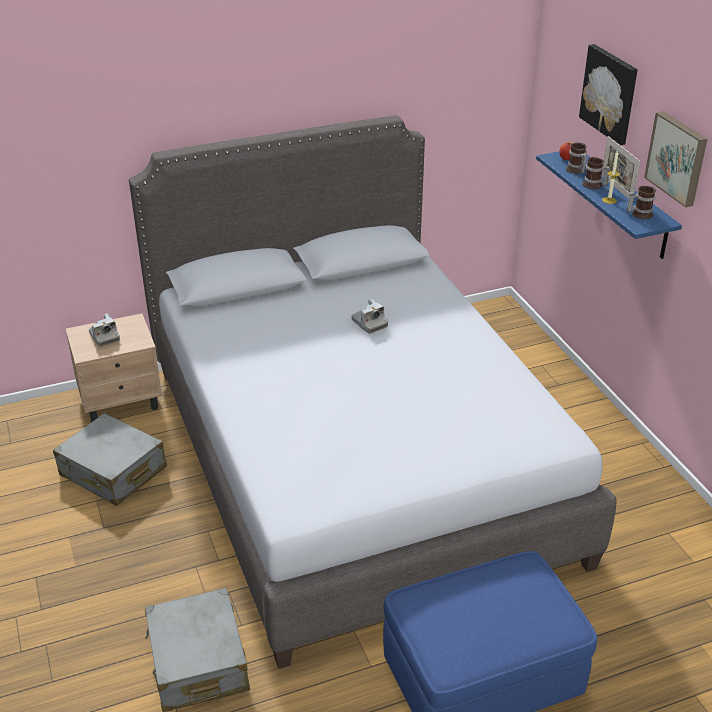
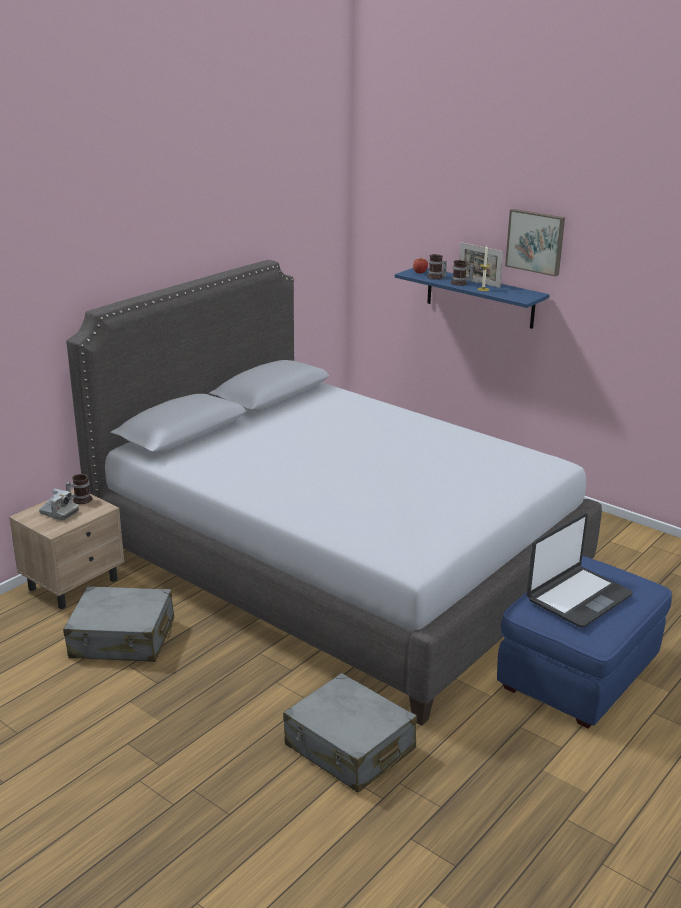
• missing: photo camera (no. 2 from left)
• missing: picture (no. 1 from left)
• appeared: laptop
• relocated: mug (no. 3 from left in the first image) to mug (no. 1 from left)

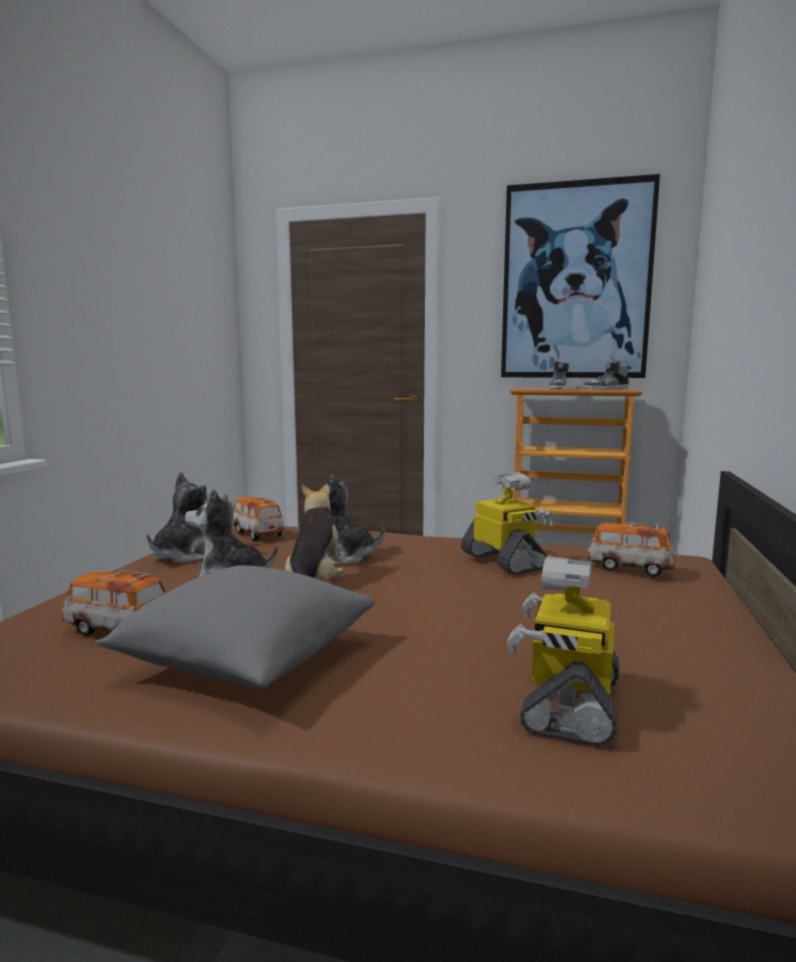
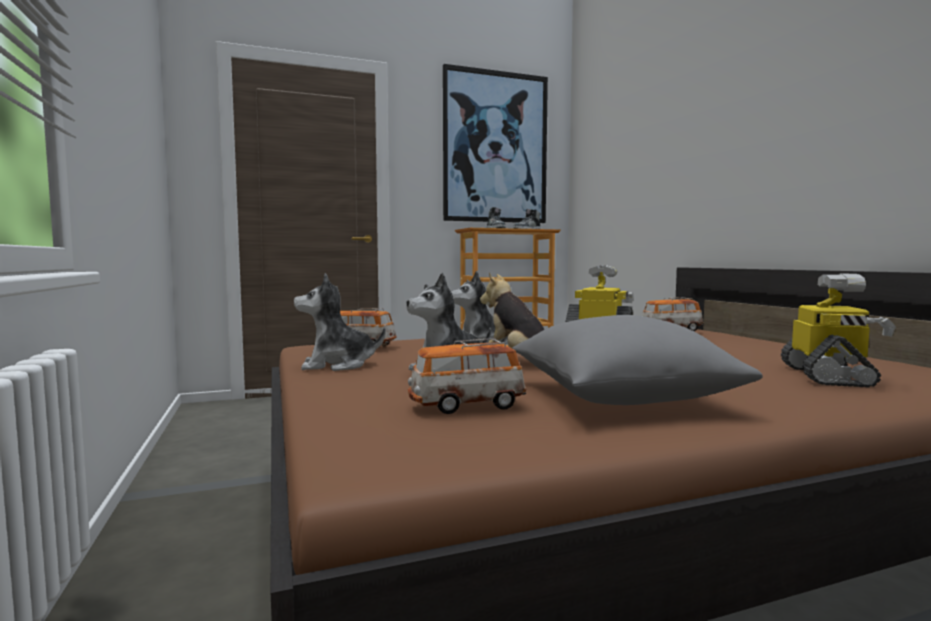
• spun: plush toy (no. 1 from left) 90 degrees counterclockwise
• spun: toy robot (no. 2 from left) 150 degrees counterclockwise

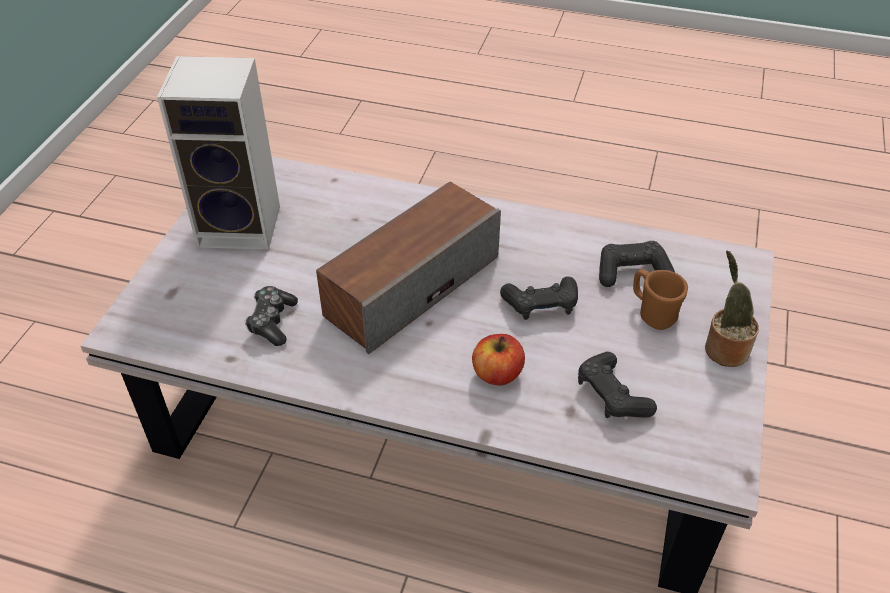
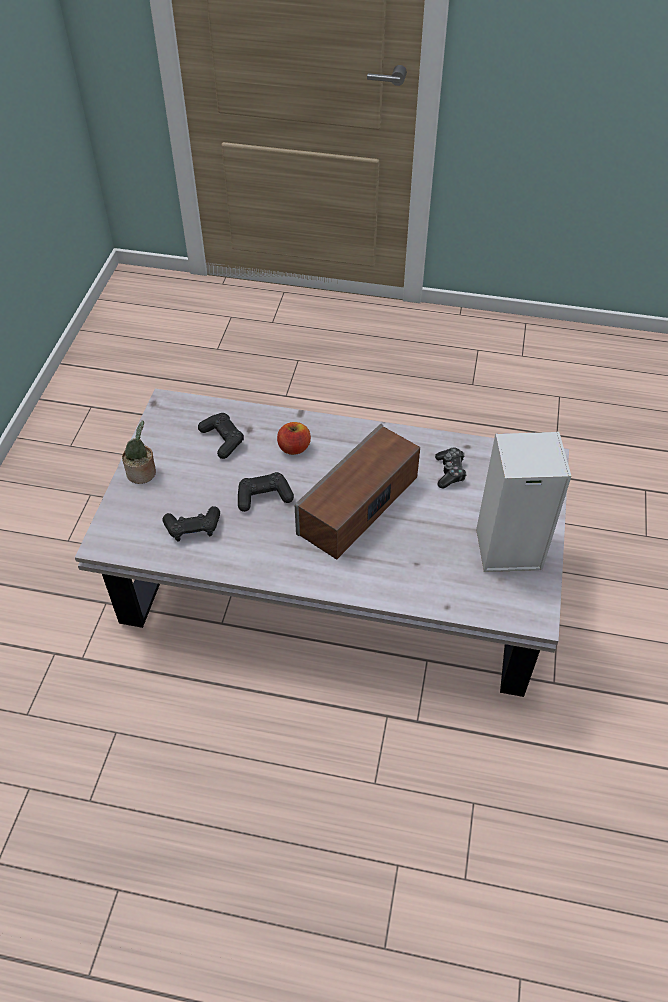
• missing: brown mug

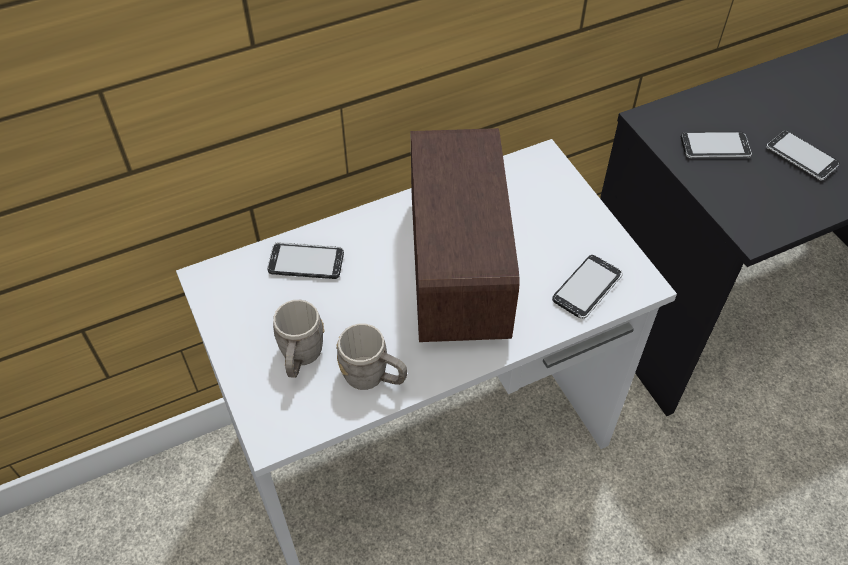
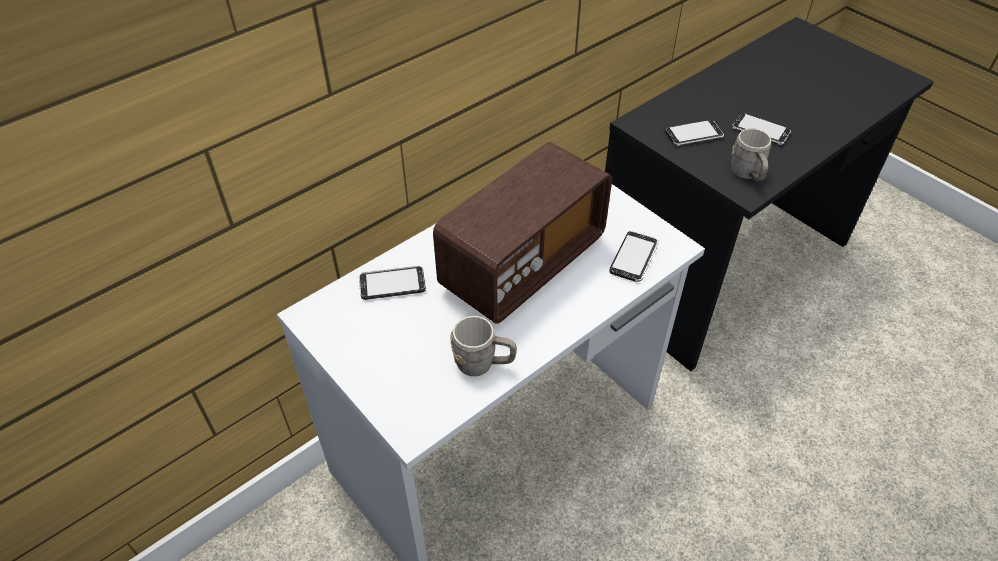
• relocated: grey mug (no. 1 from left in the first image) to grey mug (no. 2 from left)
• spun: radio 60 degrees clockwise

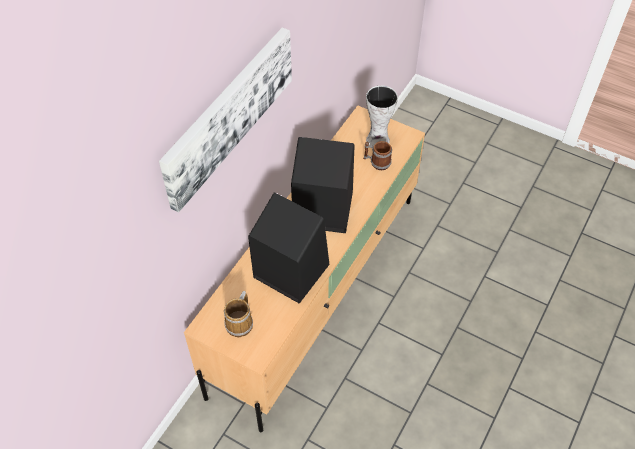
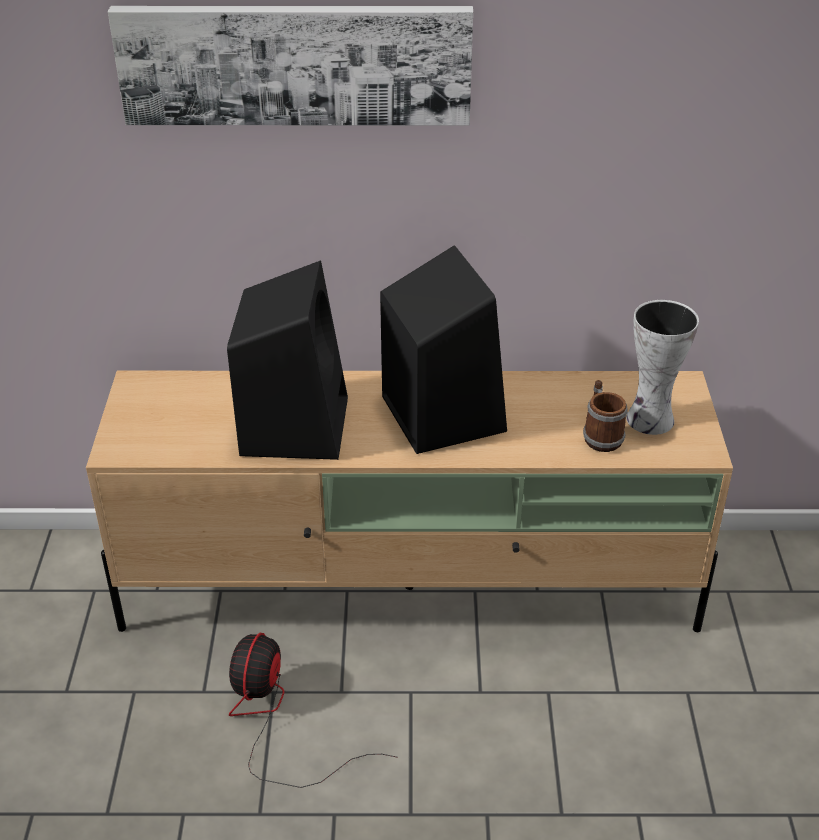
• missing: mug (no. 1 from left)
• appeared: fan

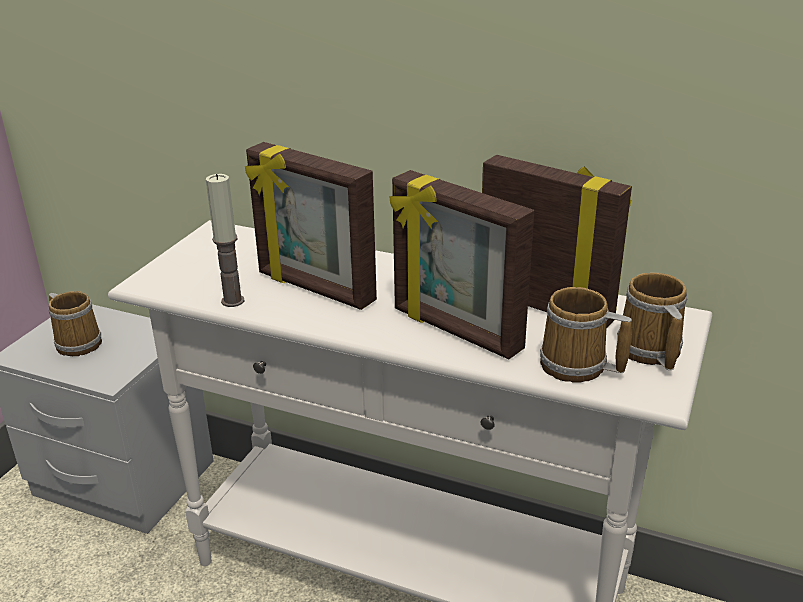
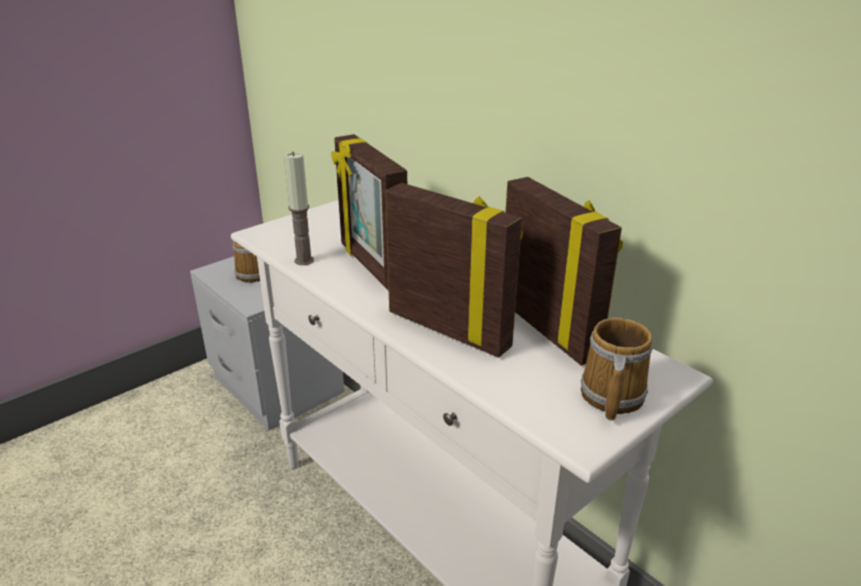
• missing: mug (no. 2 from left)
• spun: picture frame (no. 2 from left) 150 degrees clockwise

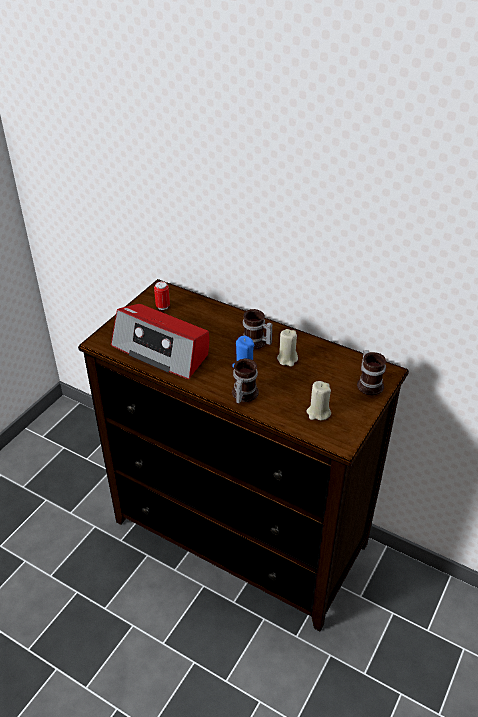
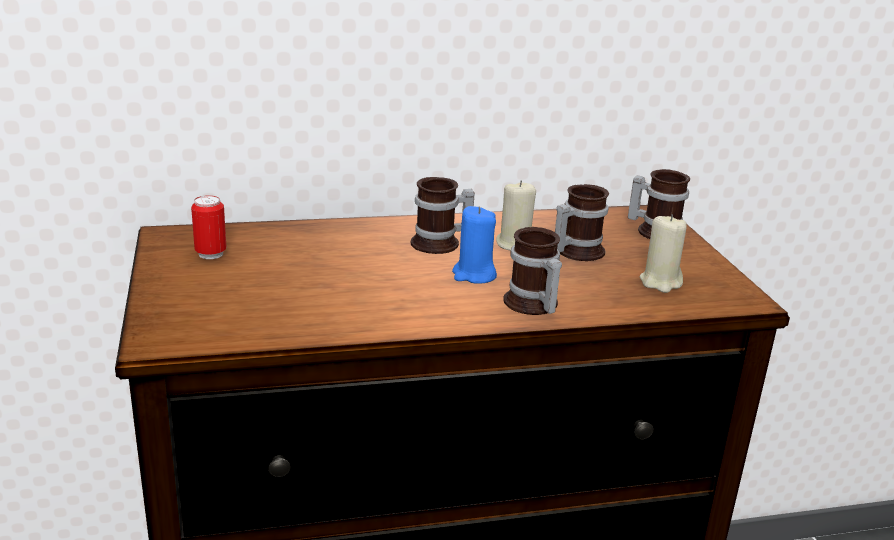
• missing: radio
• appeared: mug (no. 3 from left)

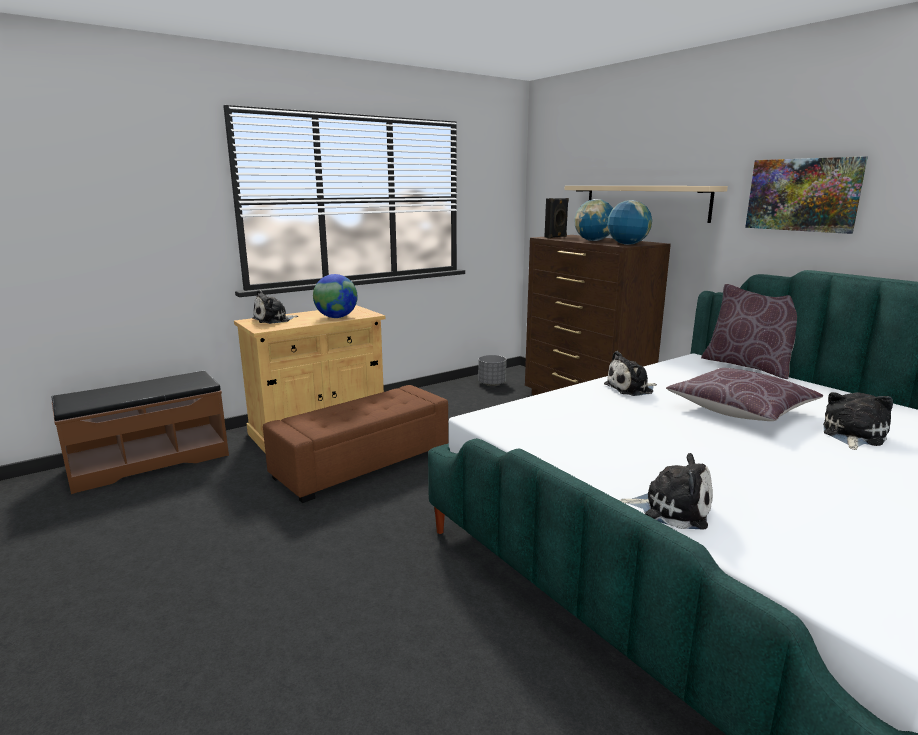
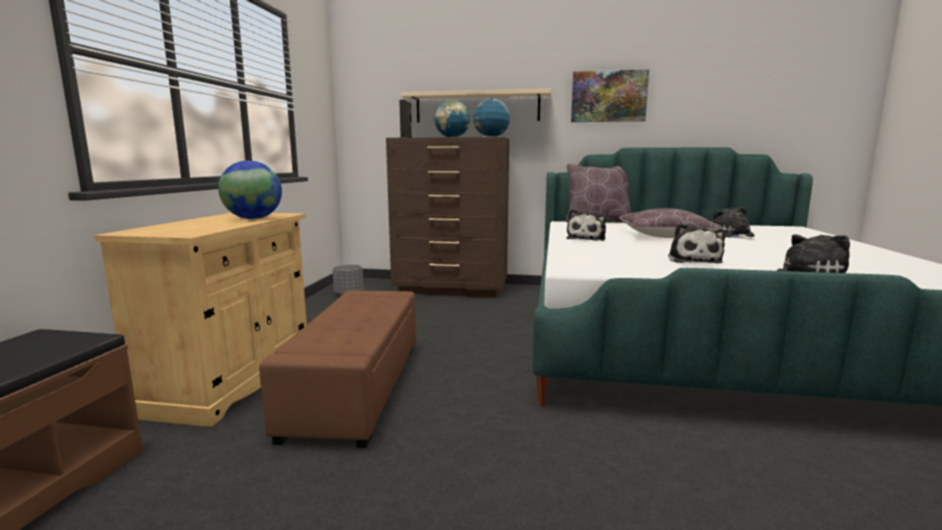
• relocated: plush toy (no. 1 from left in the first image) to plush toy (no. 2 from left)

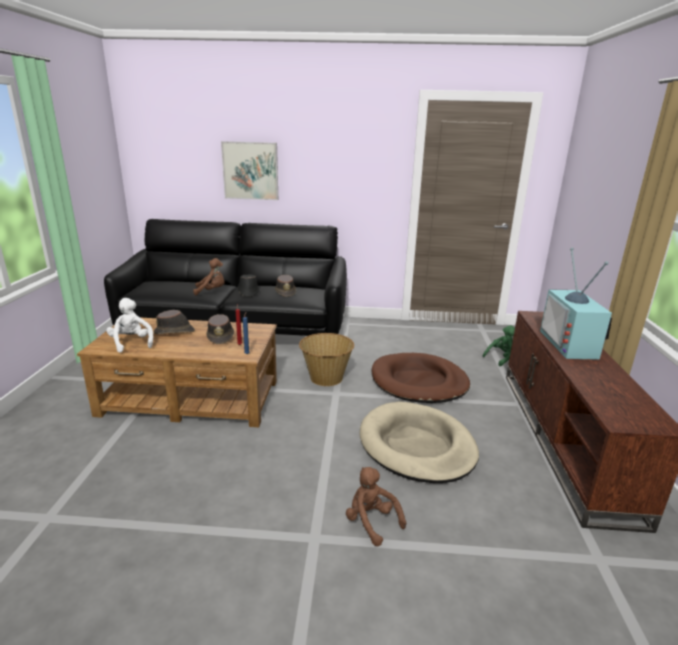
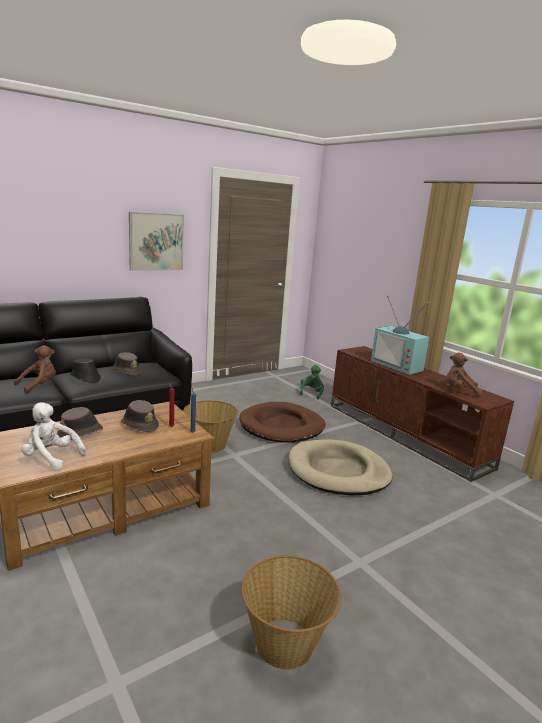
• appeared: basket (no. 2 from left)
• relocated: picture
• relocated: brown plush toy (no. 2 from left)

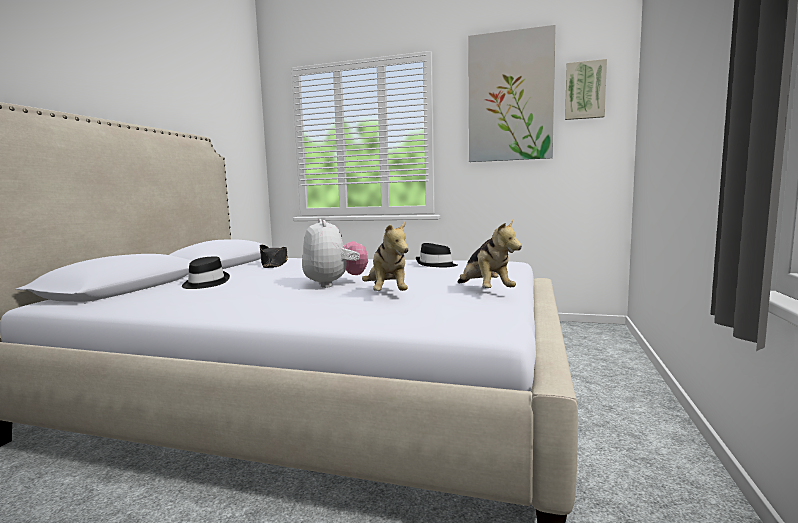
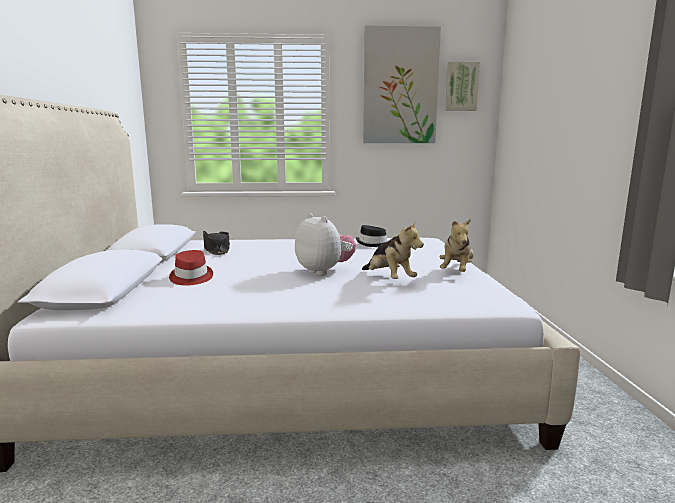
• colour: black hat (no. 1 from left) to red hat
• spun: plush toy (no. 3 from left) 60 degrees clockwise

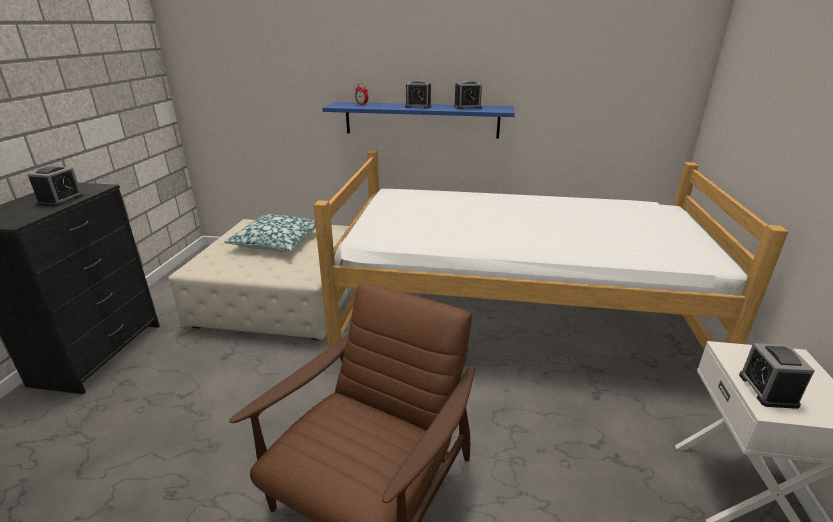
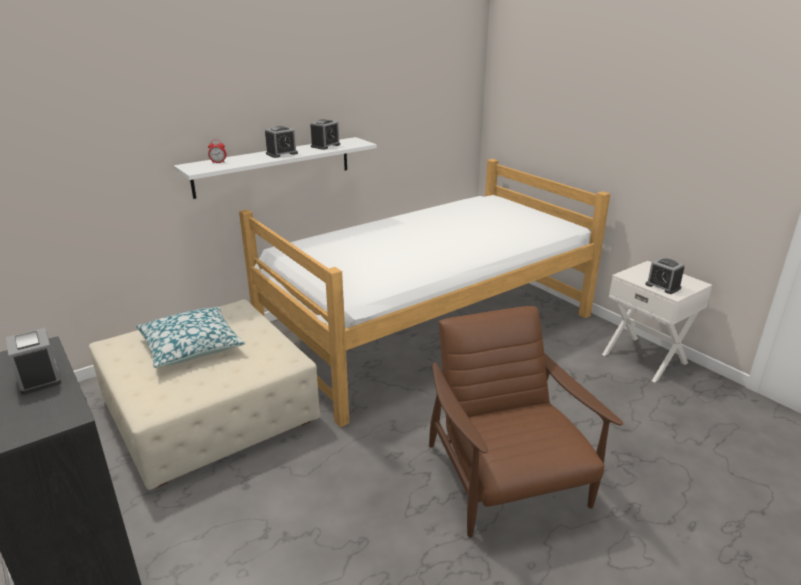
• colour: blue shelf to white shelf

